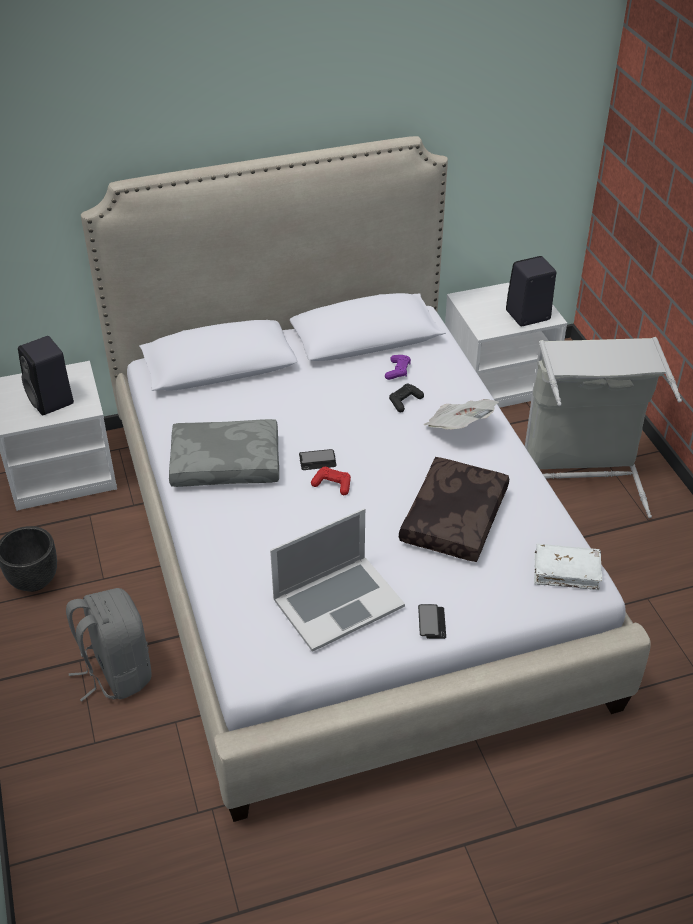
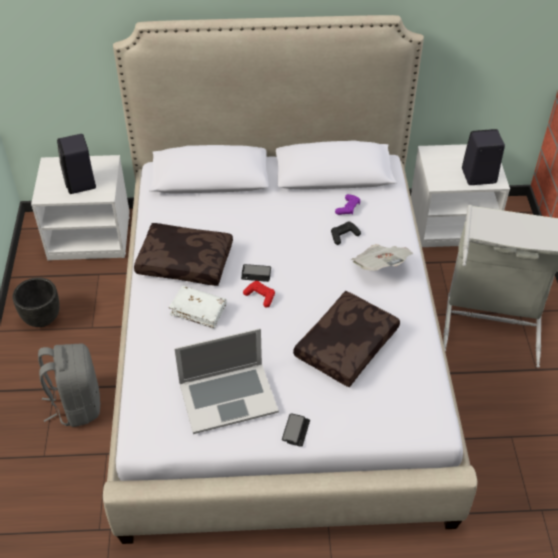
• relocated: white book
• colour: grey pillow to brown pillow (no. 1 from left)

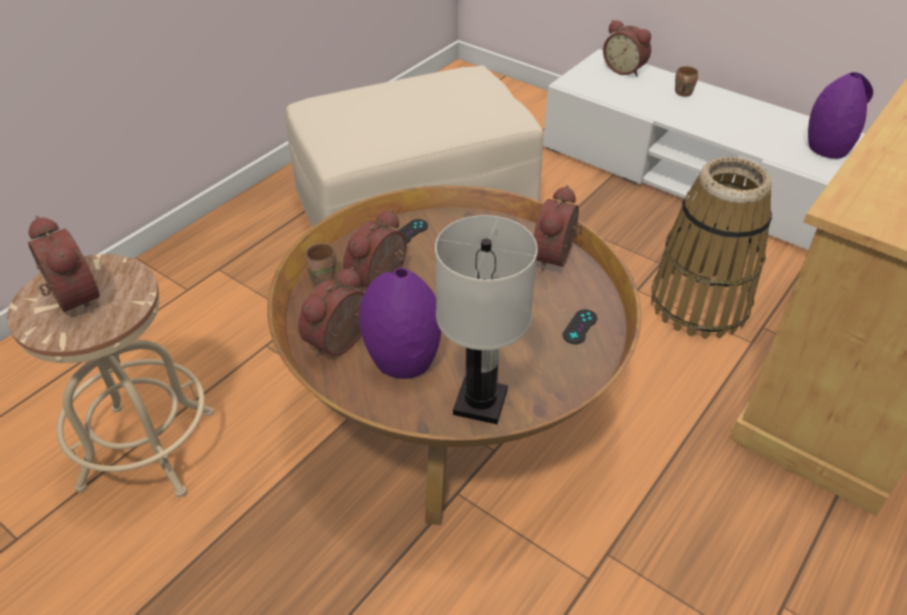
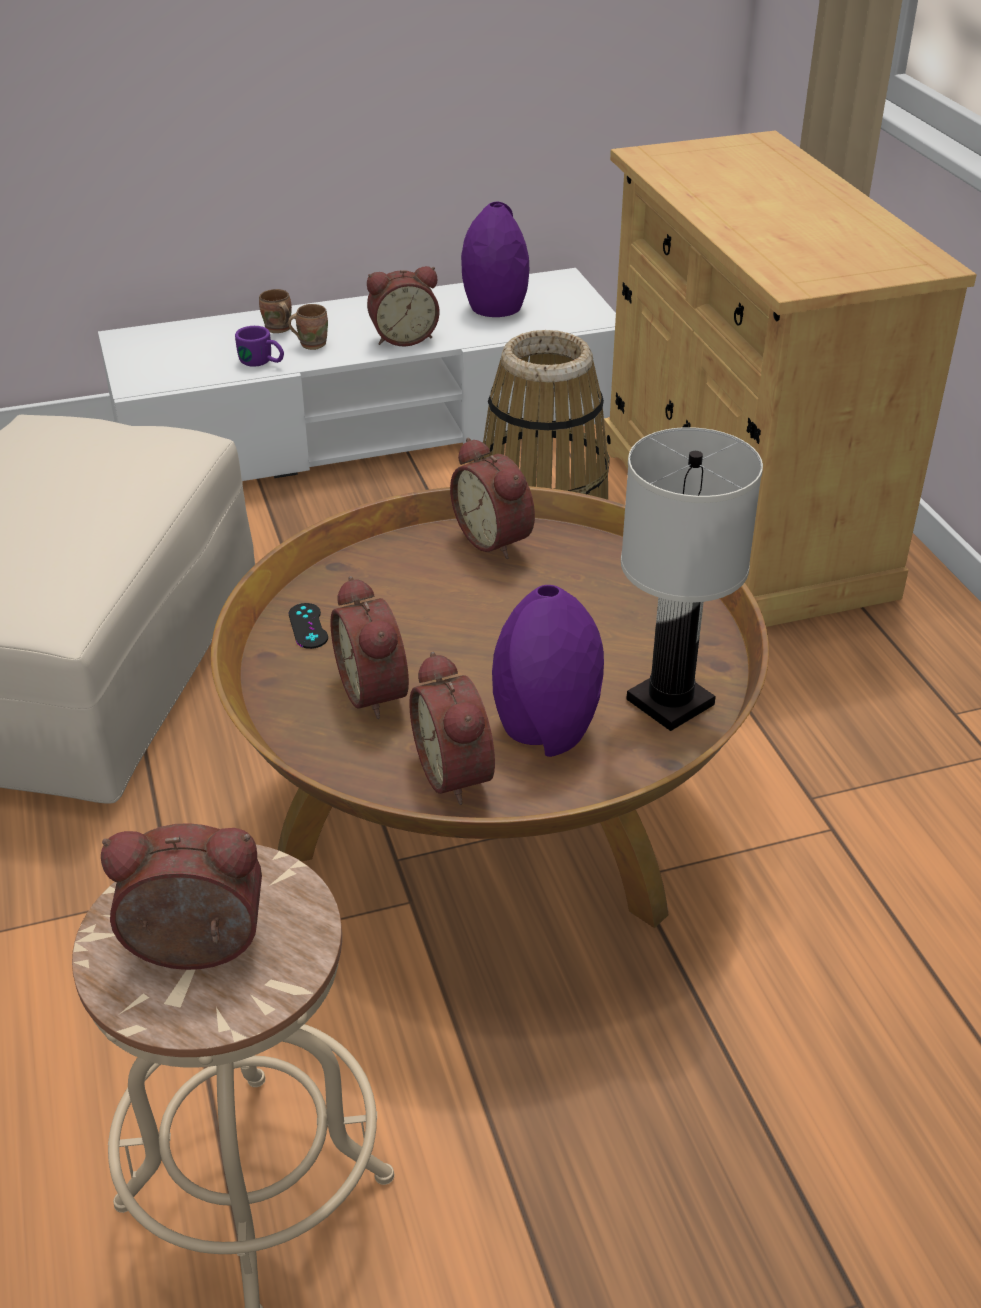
• missing: black game controller (no. 2 from left)
• appeared: purple mug
• relocated: brown mug (no. 1 from left in the first image) to brown mug (no. 2 from left)
• relocated: alarm clock (no. 5 from left in the first image) to alarm clock (no. 3 from left)

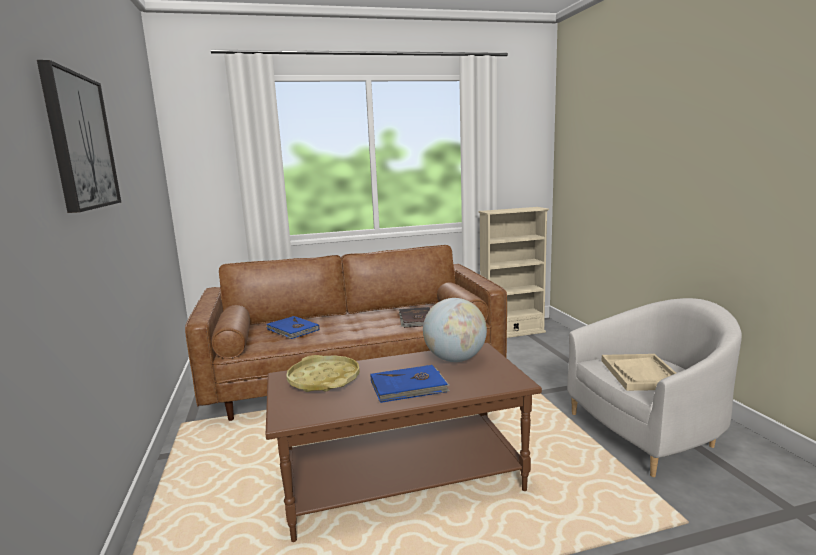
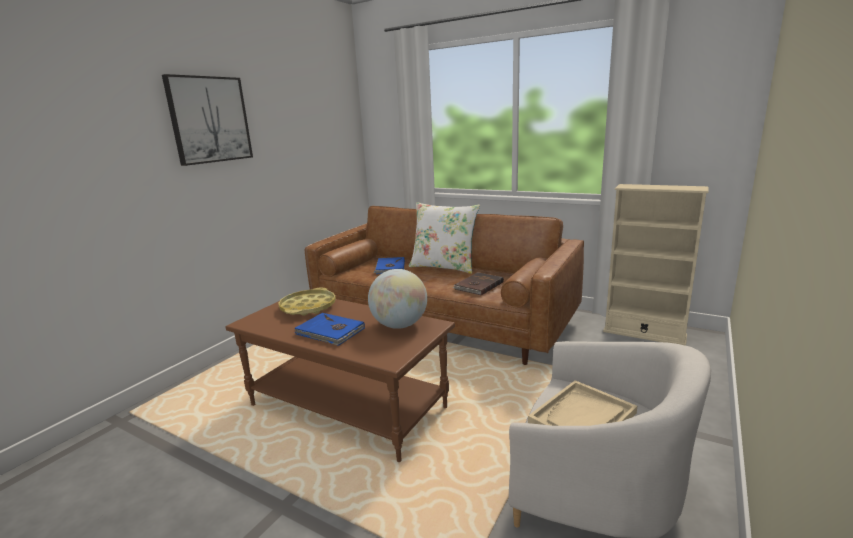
• appeared: white pillow

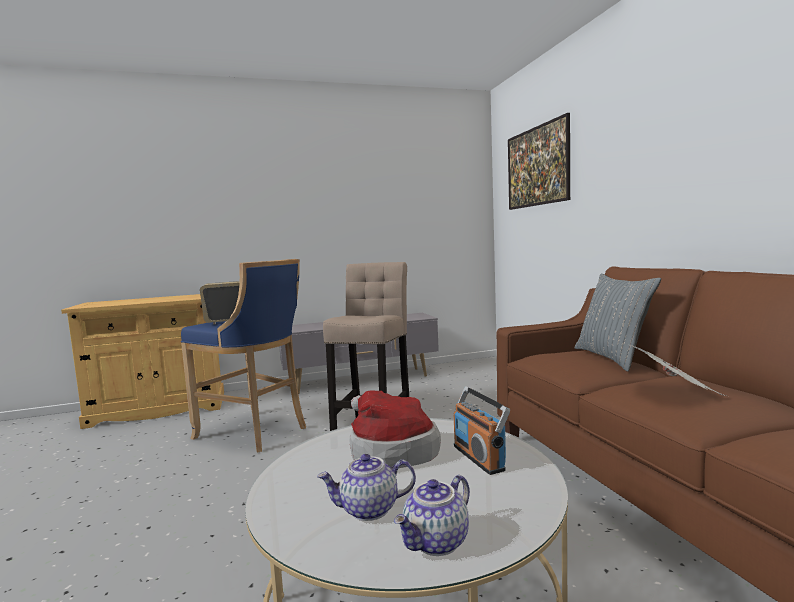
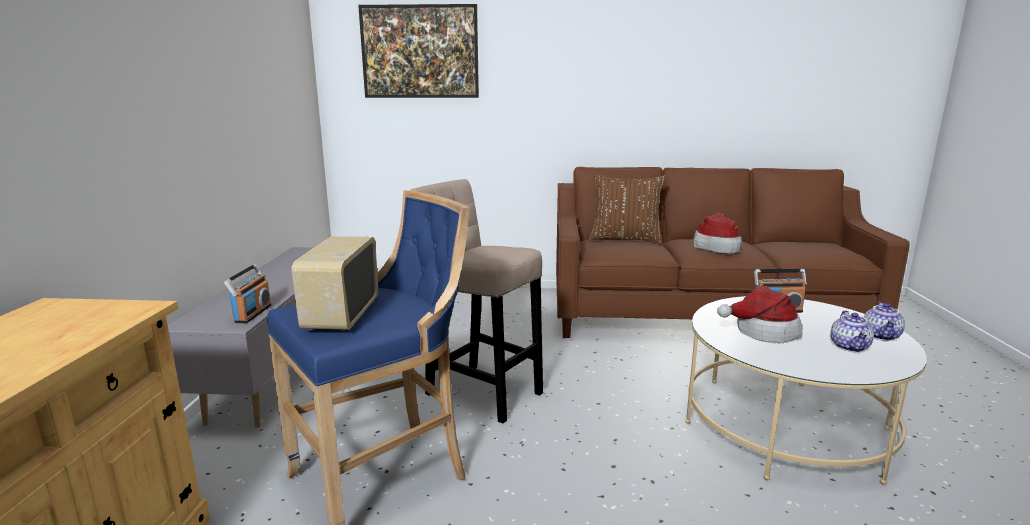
• appeared: radio (no. 1 from left)
• exchanged: newspaper to hat (no. 1 from left)
• colour: grey pillow to brown pillow
• spun: teapot (no. 2 from left) 45 degrees clockwise

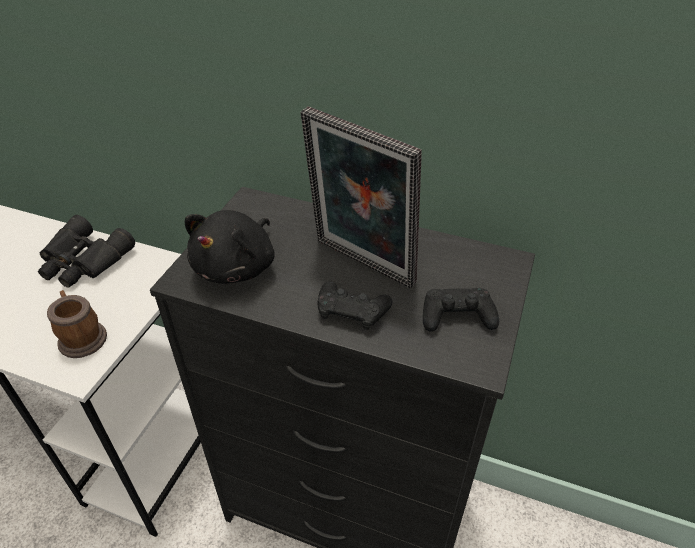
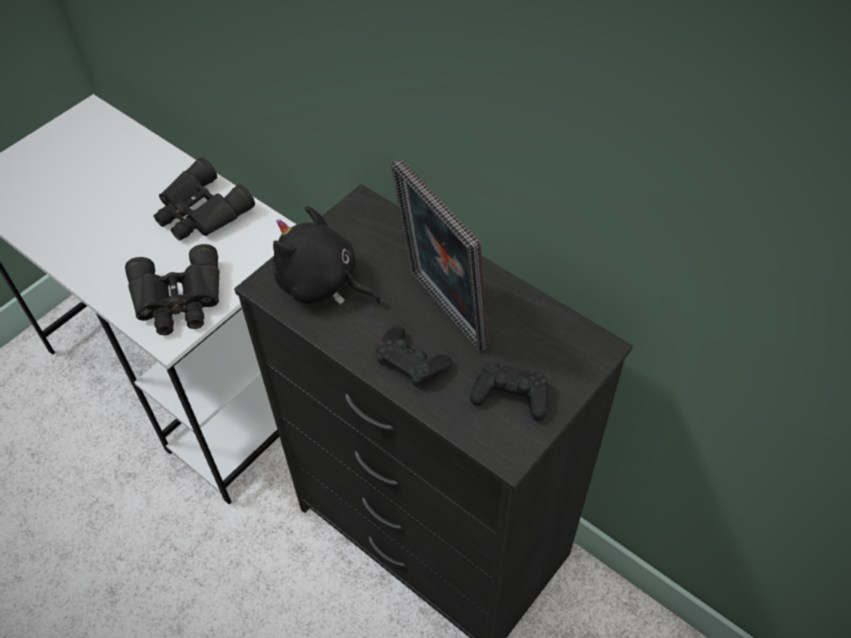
• exchanged: mug to black binoculars (no. 1 from left)
• spun: black plush toy 75 degrees clockwise

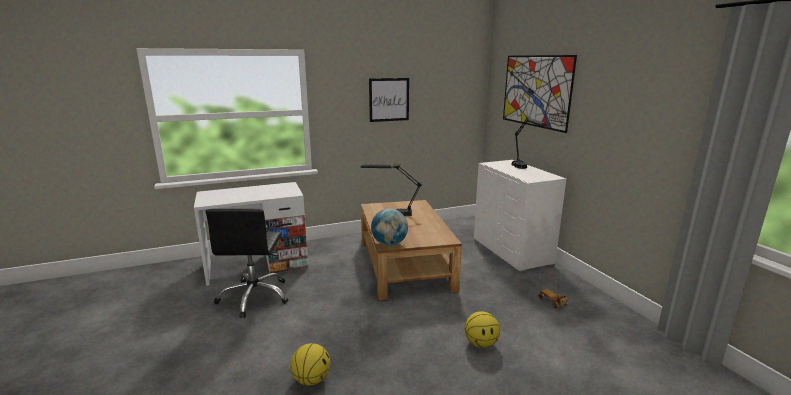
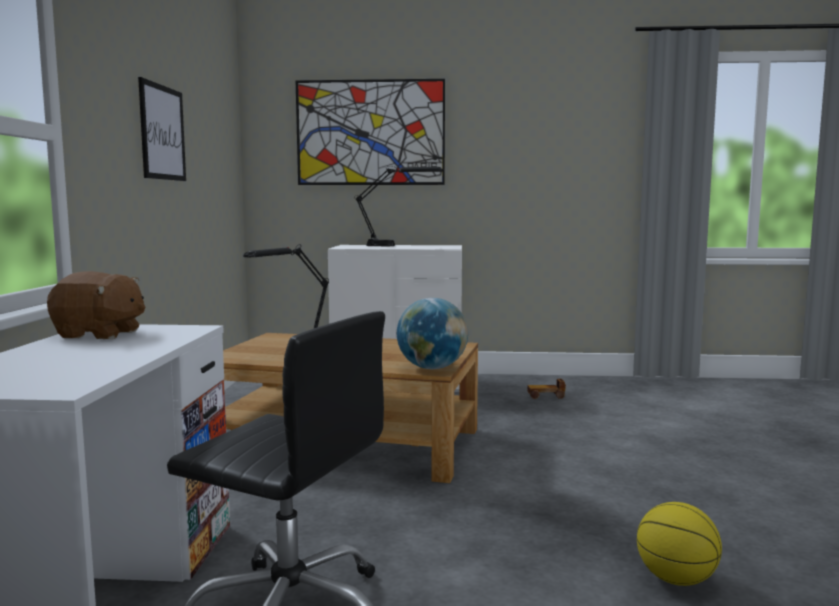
• missing: basketball (no. 2 from left)
• appeared: brown plush toy

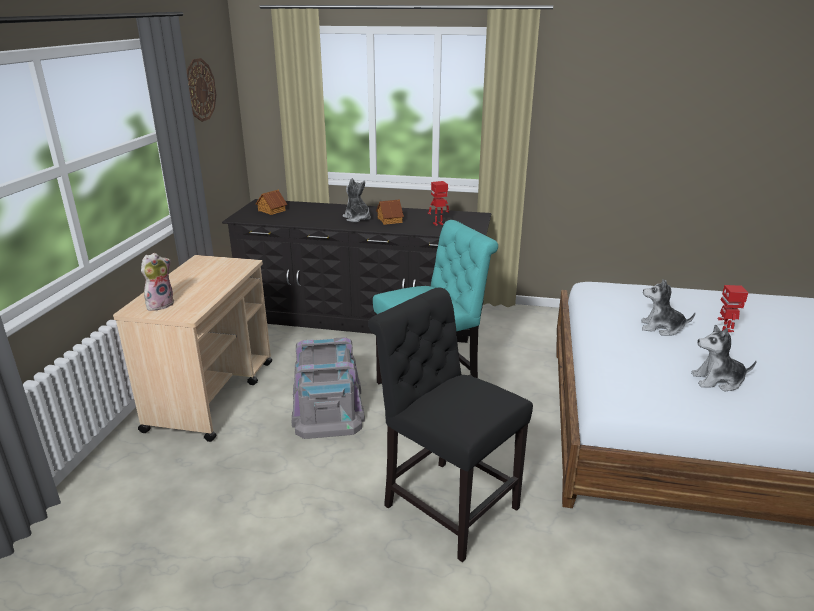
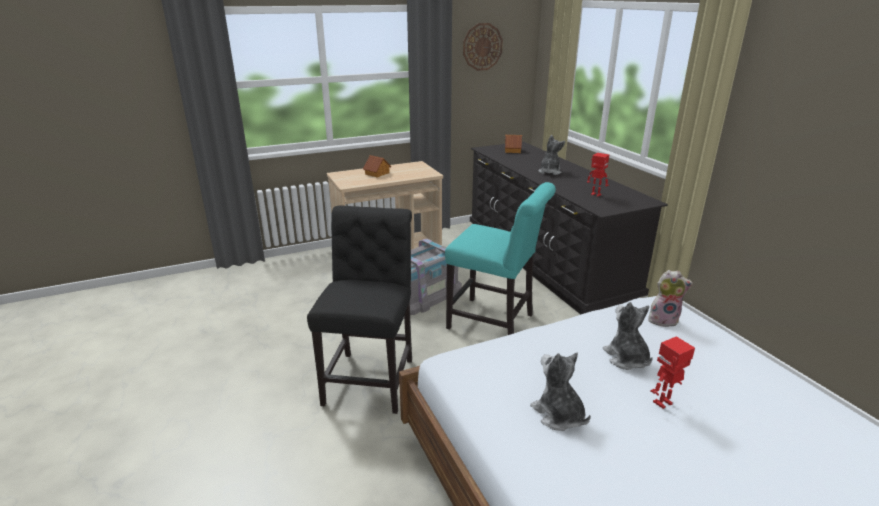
• relocated: plush toy (no. 1 from left in the first image) to plush toy (no. 4 from left)
• relocated: toy house (no. 2 from left in the first image) to toy house (no. 1 from left)

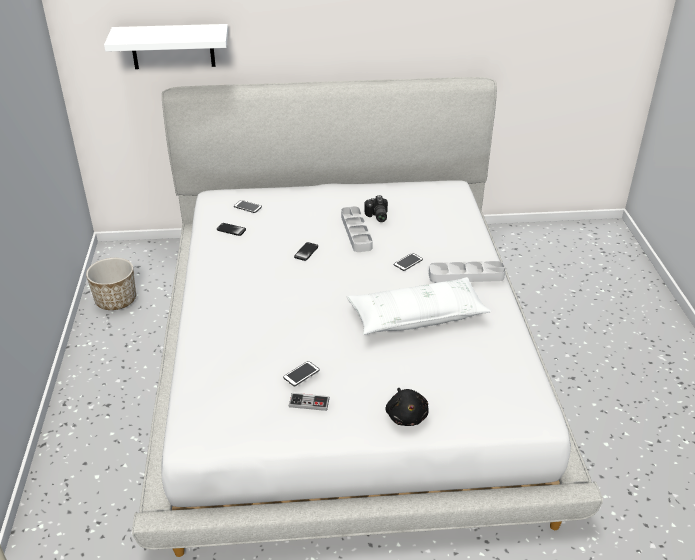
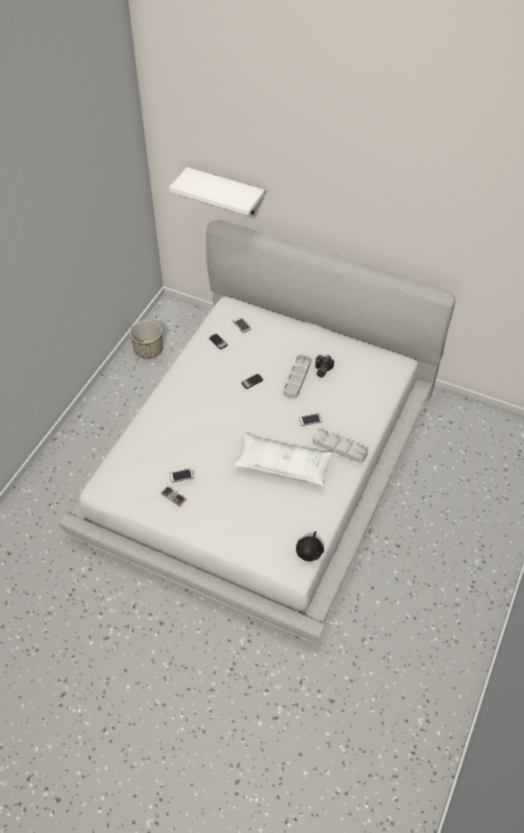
• relocated: black plush toy

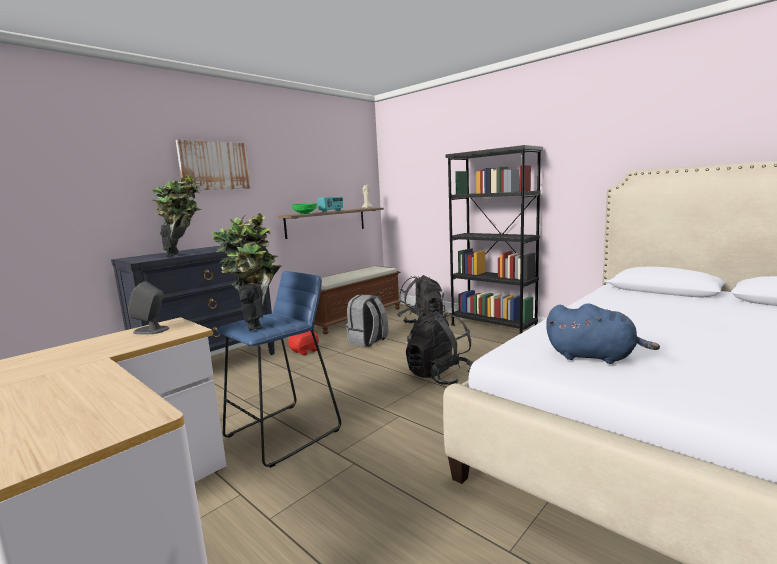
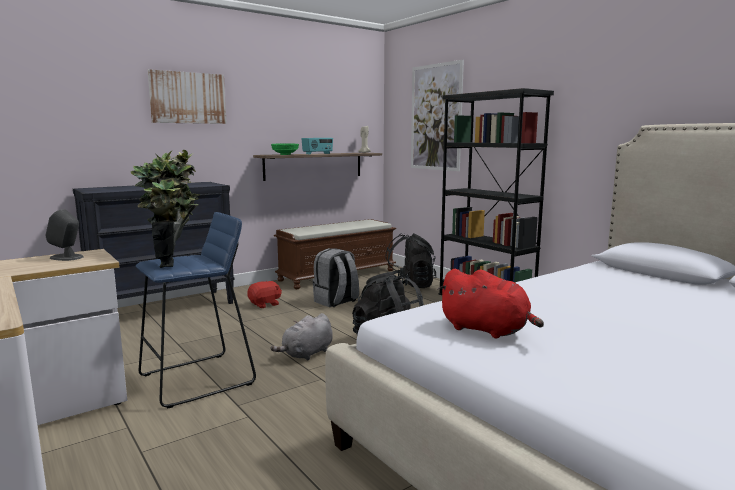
• missing: potted plant (no. 1 from left)
• appeared: grey plush toy
• appeared: picture (no. 2 from left)
• colour: blue plush toy to red plush toy (no. 2 from left)

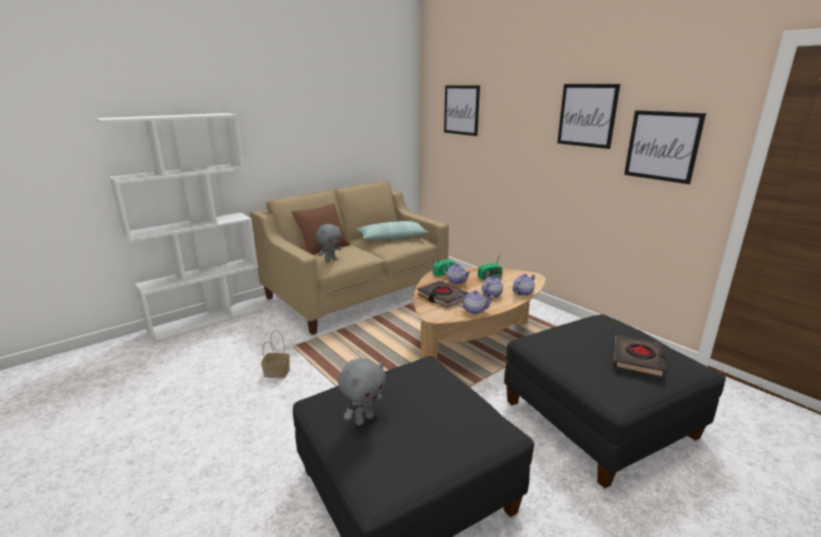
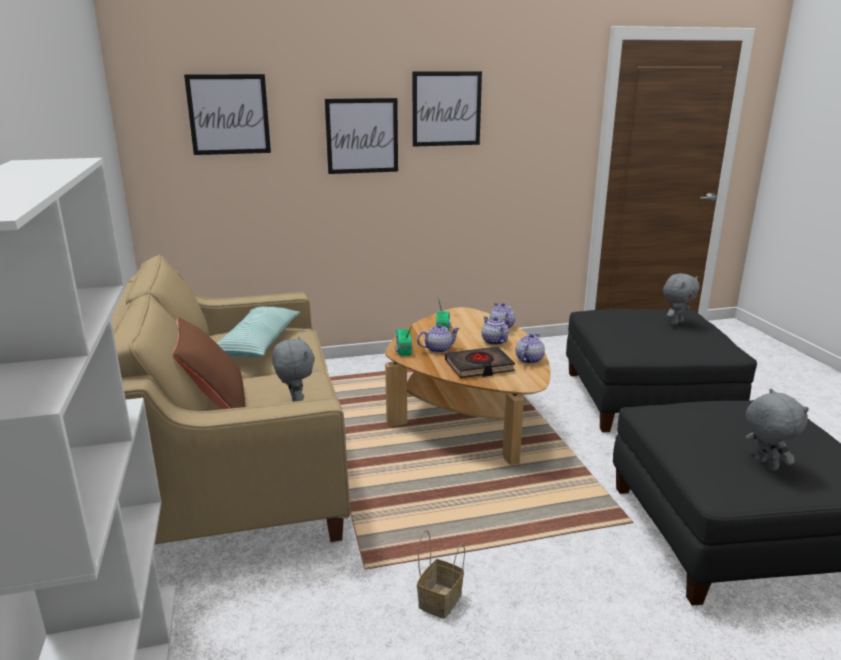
• relocated: picture (no. 3 from left in the first image) to picture (no. 2 from left)
• exchanged: black book (no. 2 from left) to grey plush toy (no. 2 from left)

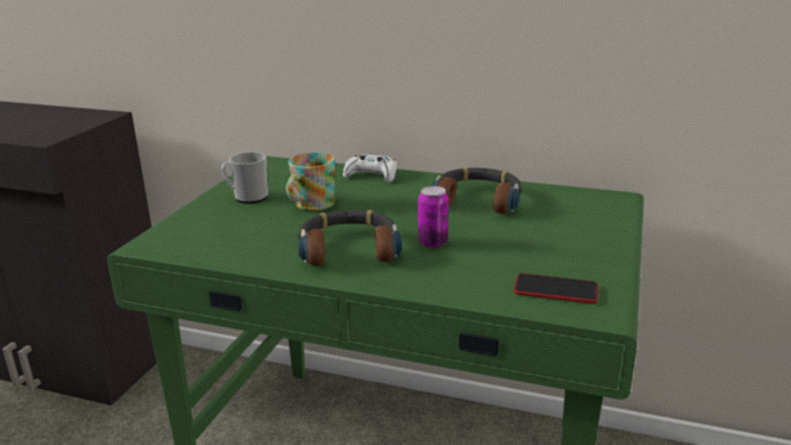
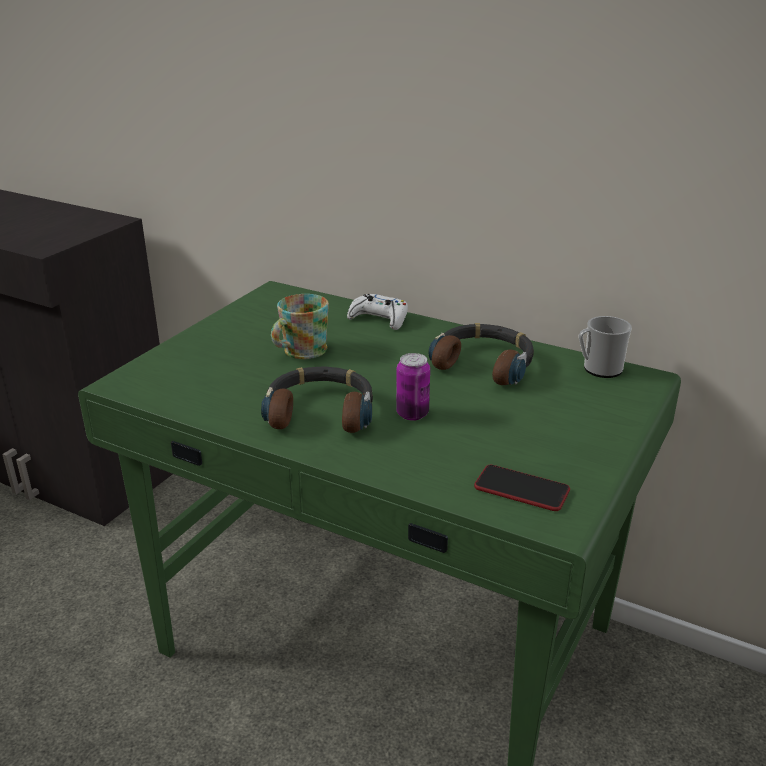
• relocated: mug (no. 1 from left in the first image) to mug (no. 2 from left)

